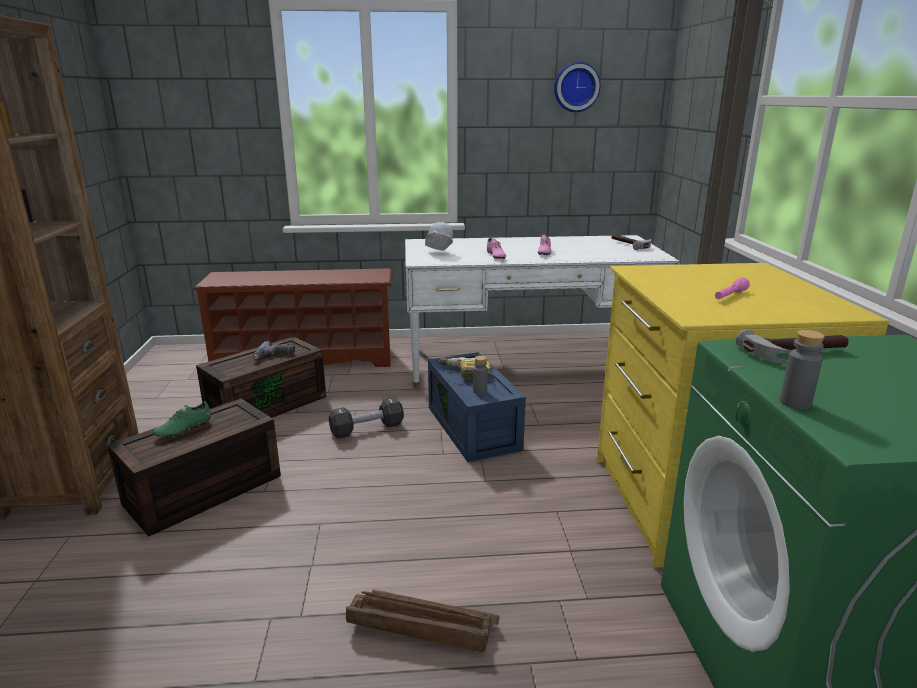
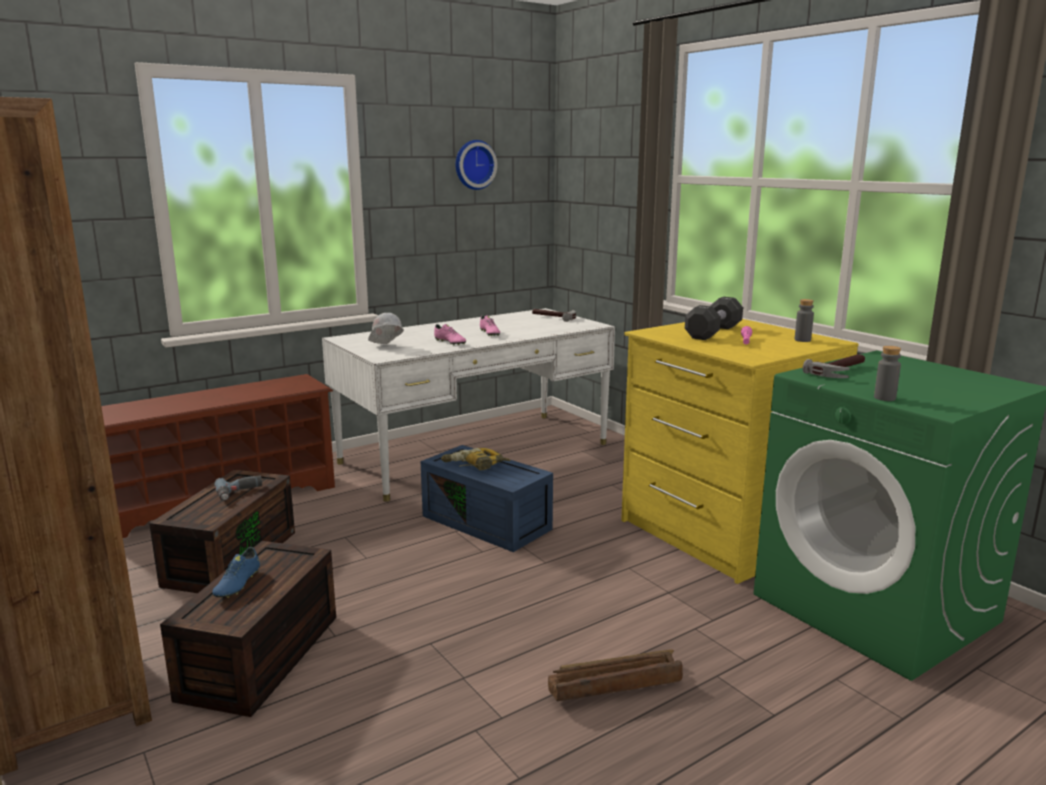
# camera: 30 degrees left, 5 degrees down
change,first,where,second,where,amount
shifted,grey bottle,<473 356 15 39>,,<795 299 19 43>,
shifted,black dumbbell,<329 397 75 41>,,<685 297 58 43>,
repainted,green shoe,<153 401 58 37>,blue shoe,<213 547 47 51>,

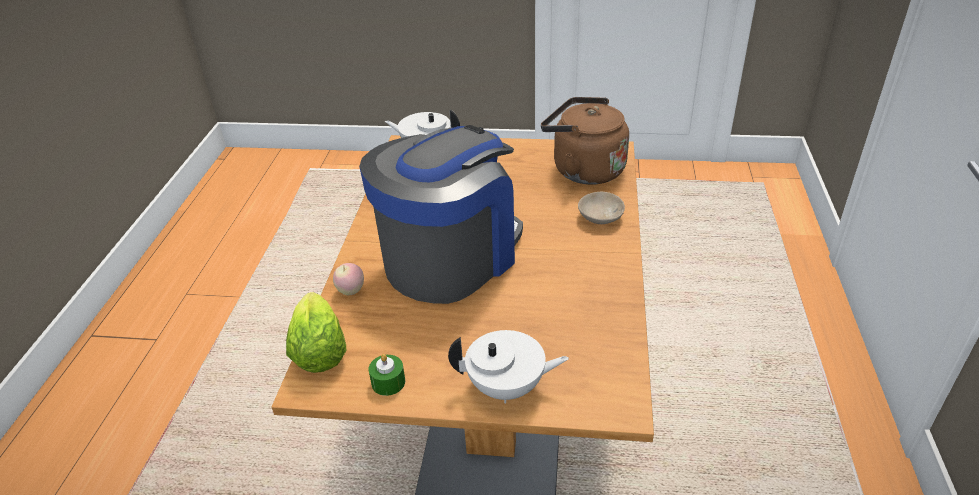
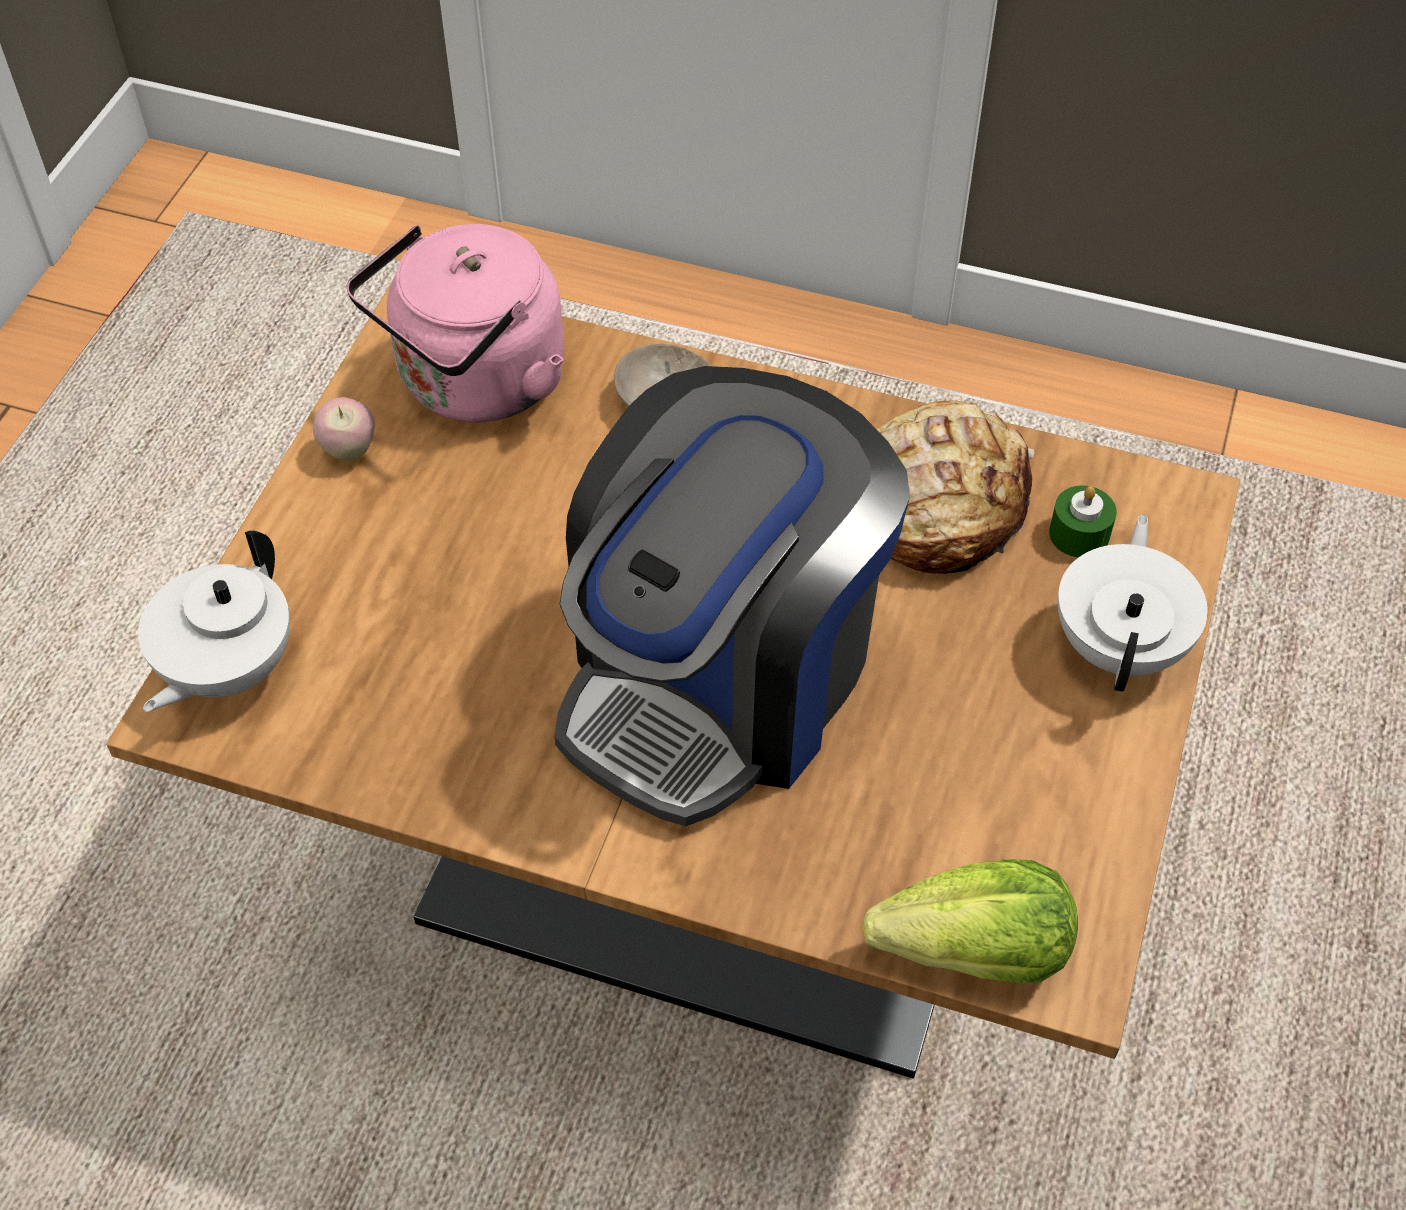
# camera: 80 degrees left, 15 degrees up
change,first,where,second,where,amount
repainted,brown kettle,<541 97 88 88>,pink kettle,<347 224 217 198>,
rotated,coffee machine,<359 125 164 179>,,<554 366 356 461>,105 degrees counterclockwise
shifted,apple,<333 263 31 32>,,<313 397 62 64>,
shifted,green candle,<369 354 36 42>,,<1049 485 68 73>,
new,,,bread,<876 400 159 174>,

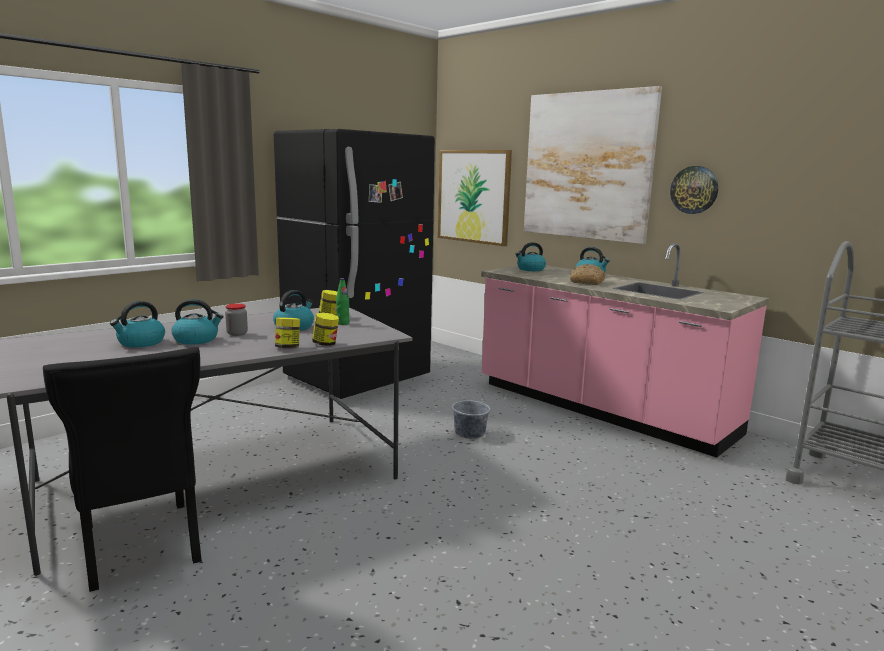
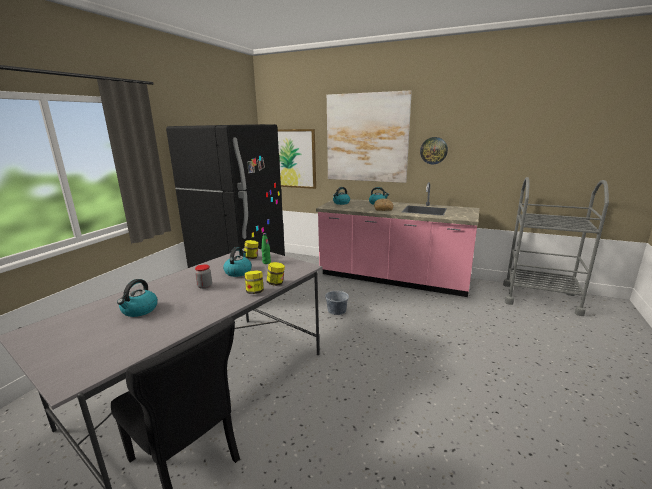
# camera: 20 degrees left, 5 degrees up
change,first,where,second,where,amount
gone,kettle,<171 299 53 46>,,,

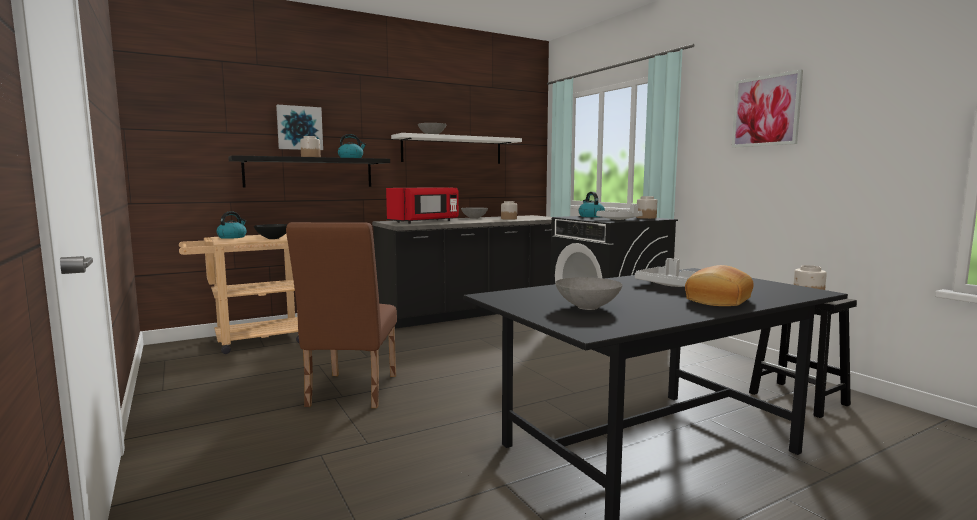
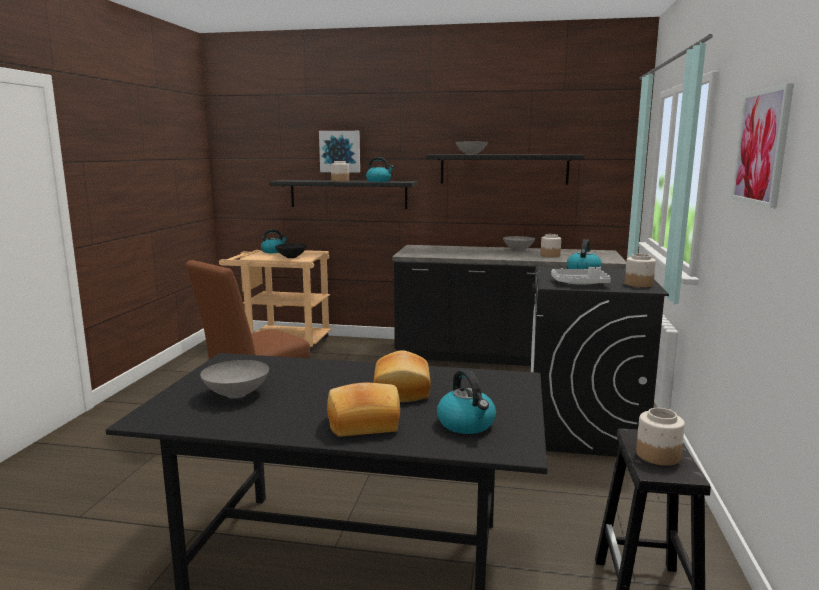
# camera: 40 degrees right, 5 degrees up
change,first,where,second,where,amount
repainted,white shelf,<391 133 131 31>,black shelf,<426 154 159 31>,
gone,red microwave,<386 187 73 37>,,,
swapped,grey tray,<635 258 60 29>,bread,<373 350 58 52>,
new,,,kettle,<437 369 59 65>,

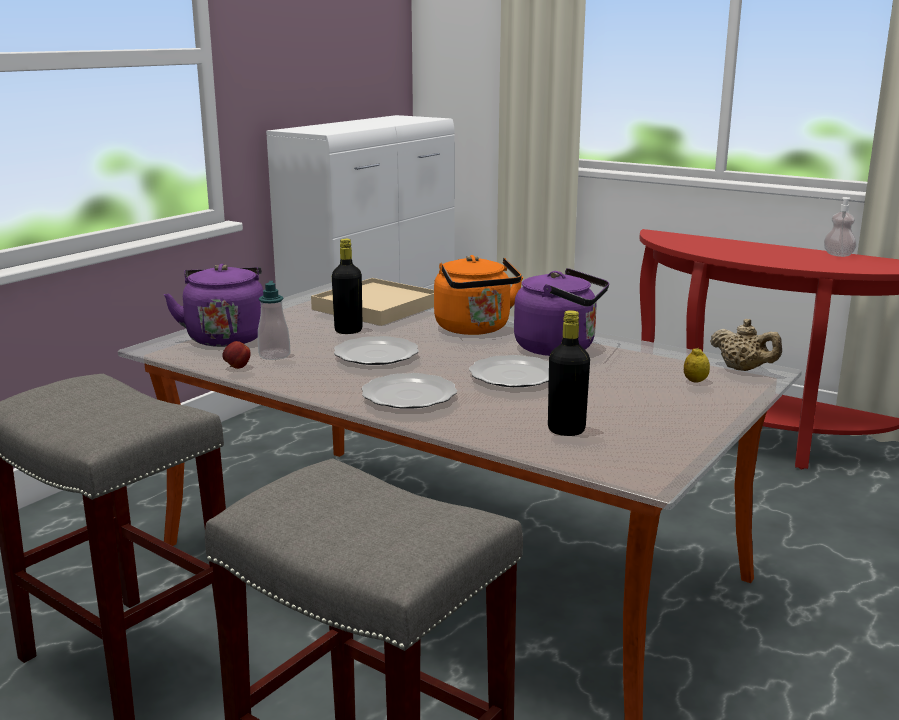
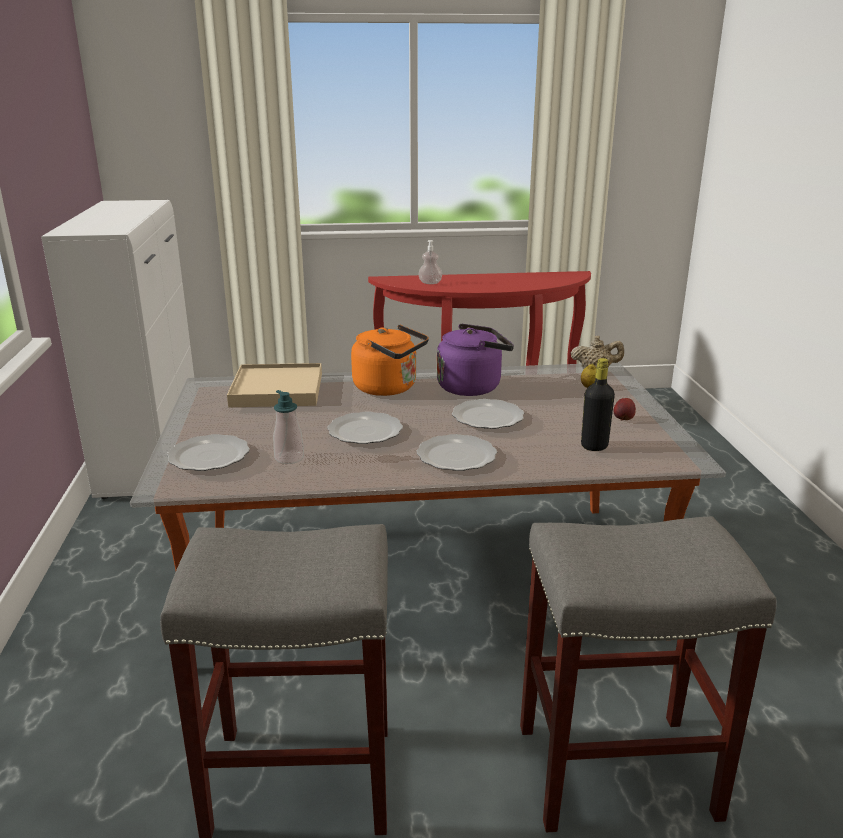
# camera: 40 degrees left, 5 degrees up
change,first,where,second,where,amount
shifted,soap dispenser,<824 197 33 60>,,<418 240 24 44>,
gone,black bottle,<332 239 30 95>,,,
swapped,purple kettle,<164 264 99 83>,plate,<167 434 83 37>,
shifted,apple,<222 341 29 28>,,<614 398 22 23>,

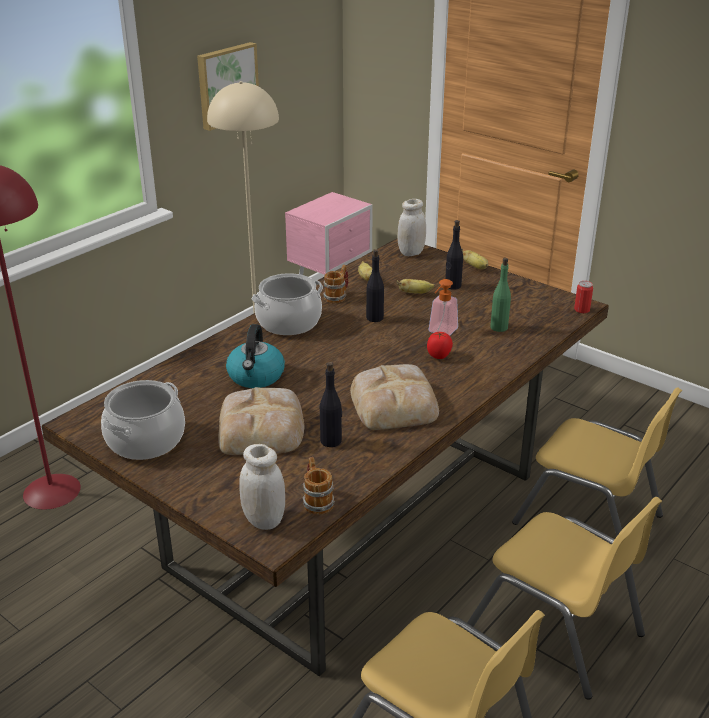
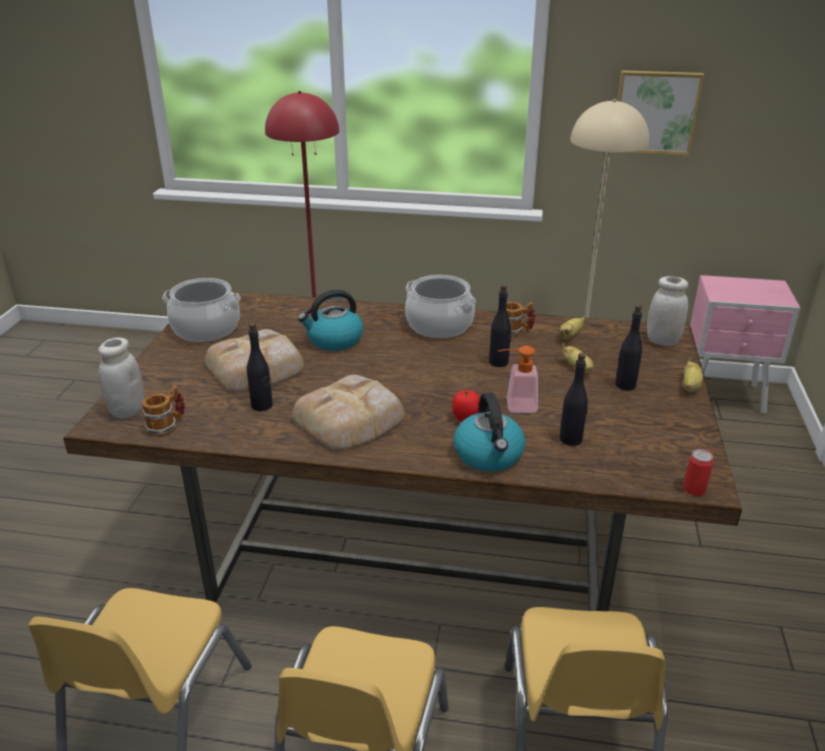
# camera: 60 degrees right, 0 degrees up
change,first,where,second,where,amount
repainted,green bottle,<490 258 21 74>,black bottle,<560 353 28 93>,
new,,,kettle,<453 392 73 79>,

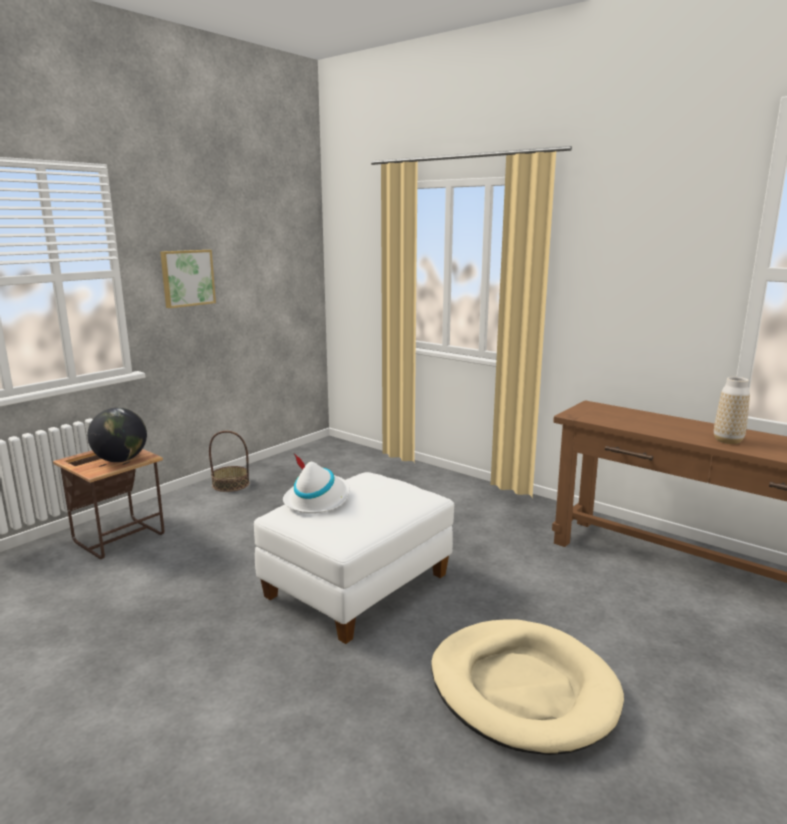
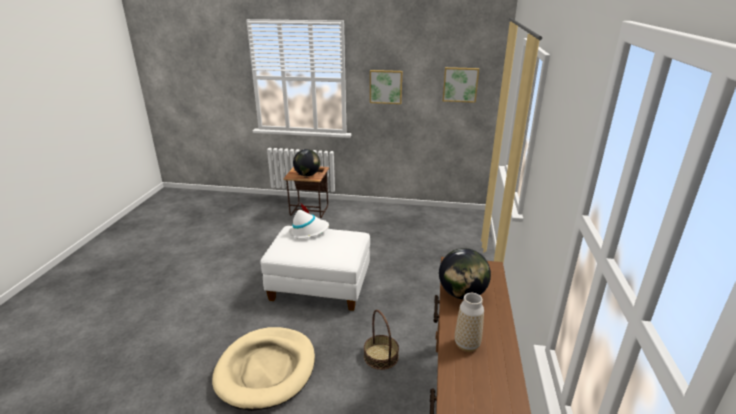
# camera: 60 degrees right, 10 degrees up
change,first,where,second,where,amount
shifted,basket,<209 431 41 61>,,<364 310 35 60>,
new,,,picture,<443 67 36 36>,
new,,,globe,<439 248 52 52>,

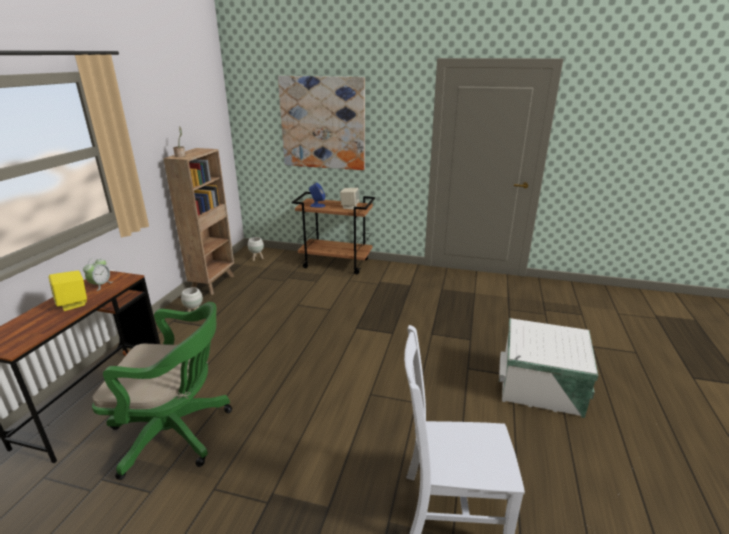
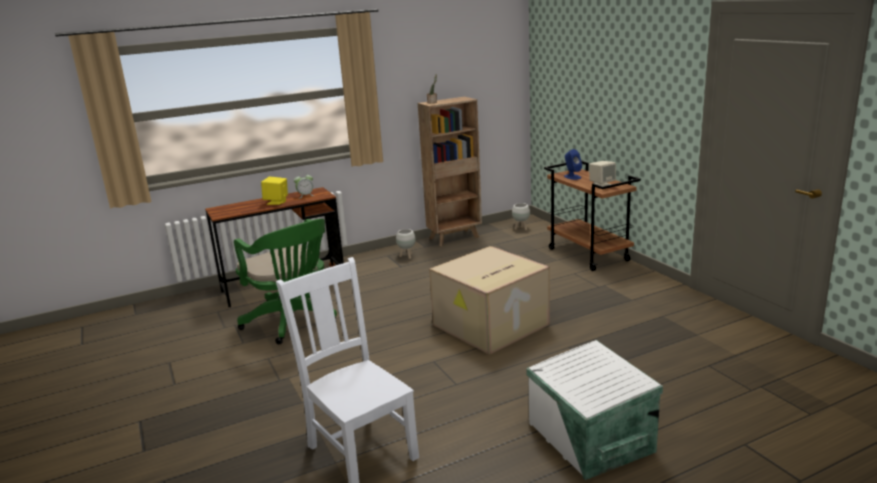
# camera: 50 degrees right, 5 degrees down
change,first,where,second,where,amount
gone,picture,<278 76 87 94>,,,
new,,,cardboard box,<429 246 121 109>,

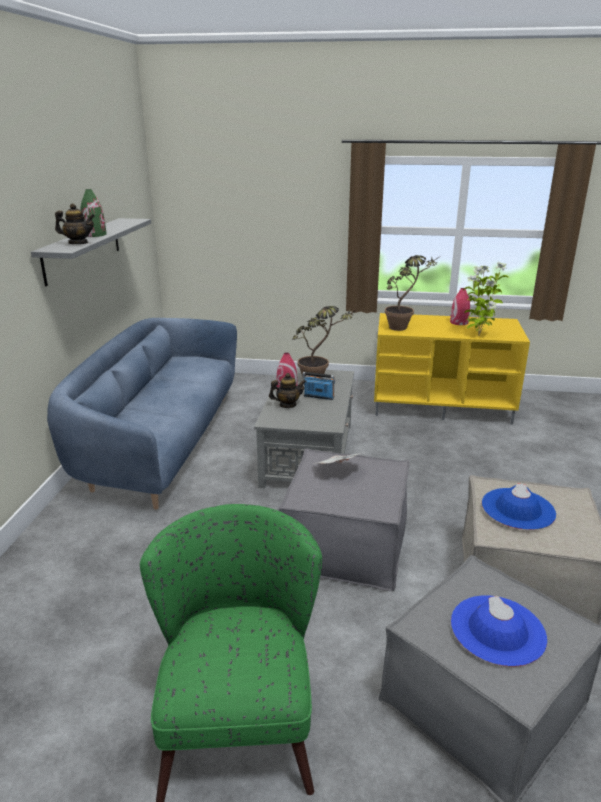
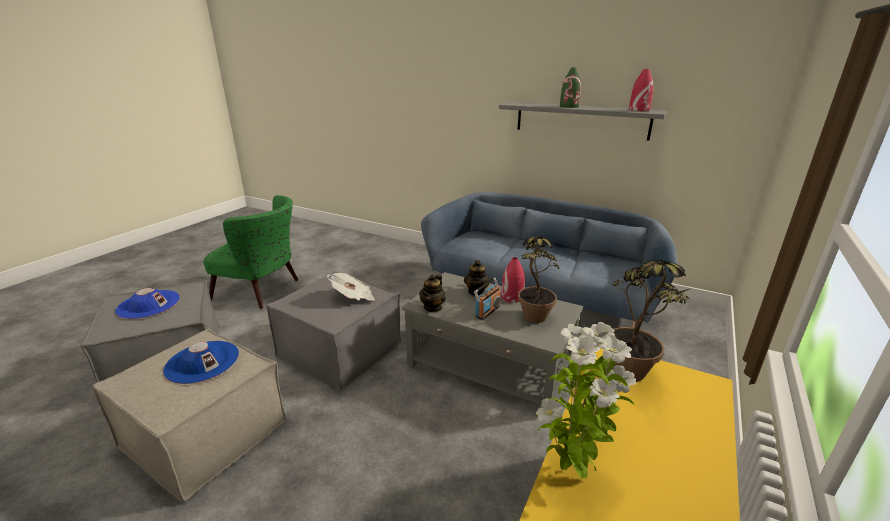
# camera: 110 degrees right, 0 degrees up
change,first,where,second,where,amount
shifted,teapot,<55 204 40 40>,,<419 274 27 38>,
shifted,red vase,<450 288 20 37>,,<629 69 24 42>,

